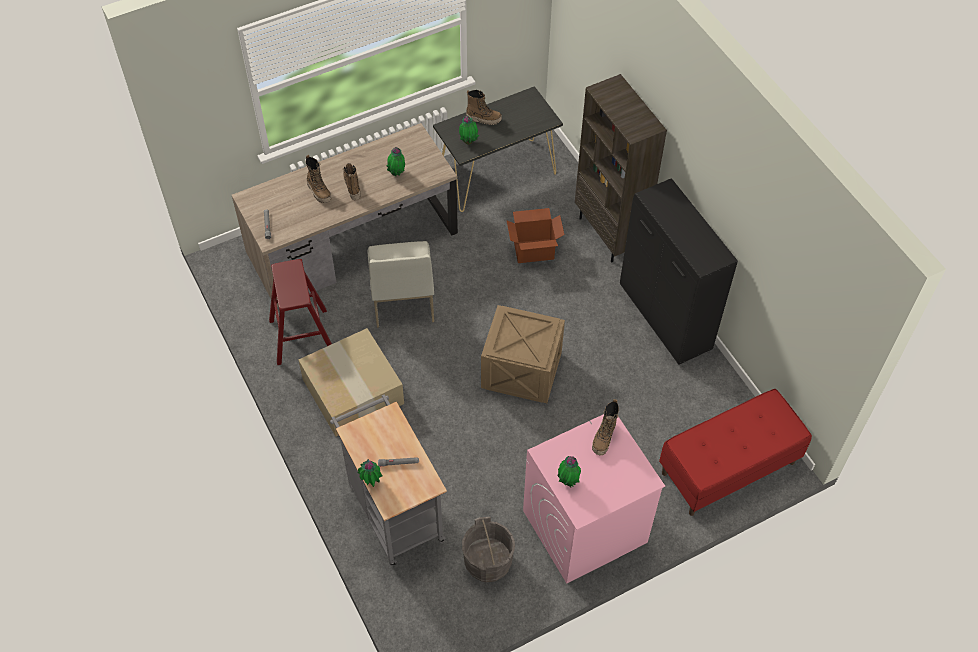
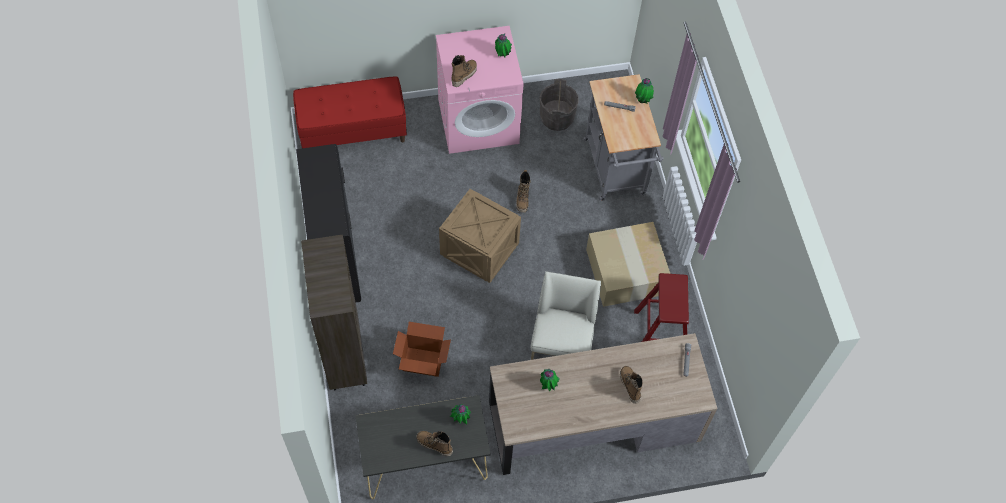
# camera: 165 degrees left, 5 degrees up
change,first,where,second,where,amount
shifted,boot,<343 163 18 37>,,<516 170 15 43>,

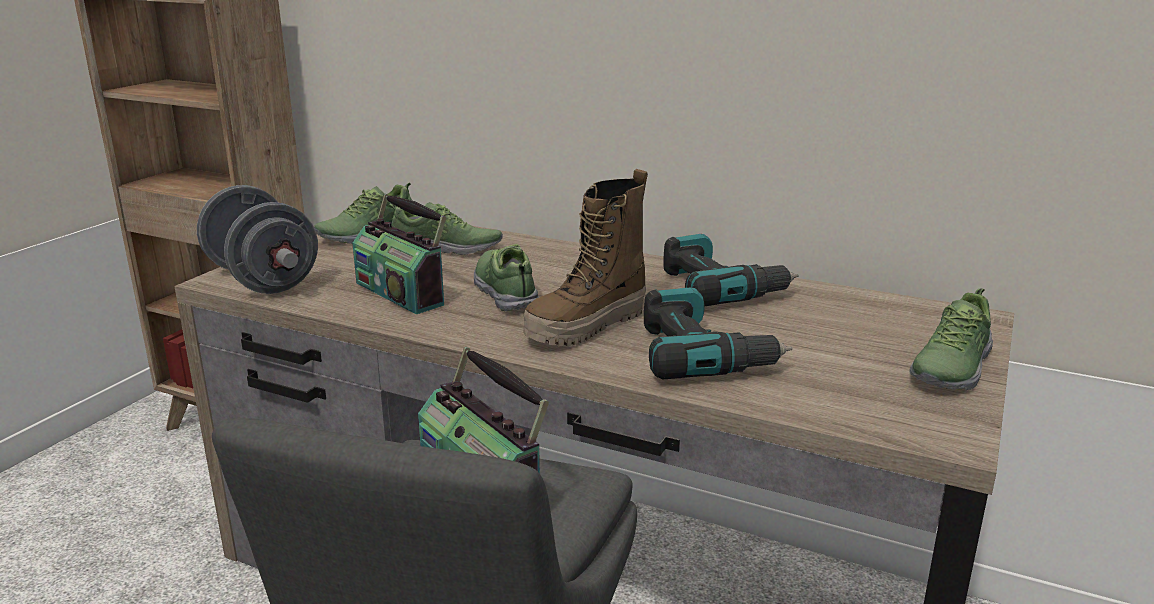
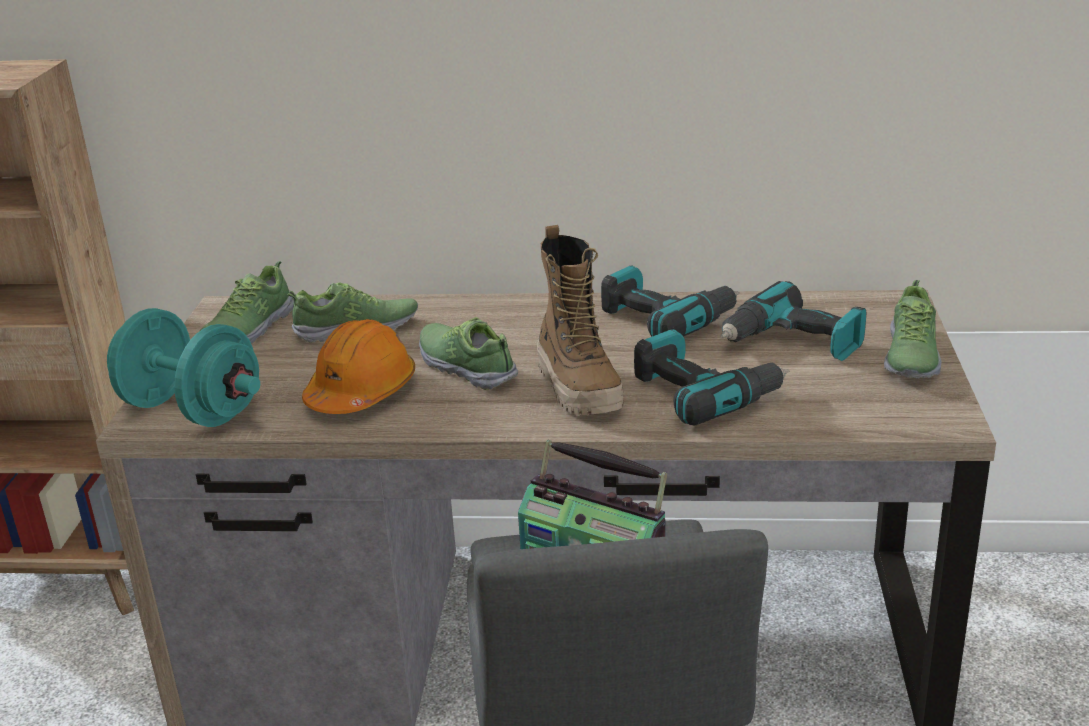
# camera: 20 degrees left, 5 degrees up
change,first,where,second,where,amount
rotated,boot,<524 169 124 177>,,<537 225 87 191>,45 degrees counterclockwise
repainted,grey dumbbell,<197 185 121 109>,turquoise dumbbell,<107 308 153 119>,
swapped,radio,<352 194 94 120>,orange hard hat,<302 319 113 95>,
new,,,power drill,<721 281 145 80>,

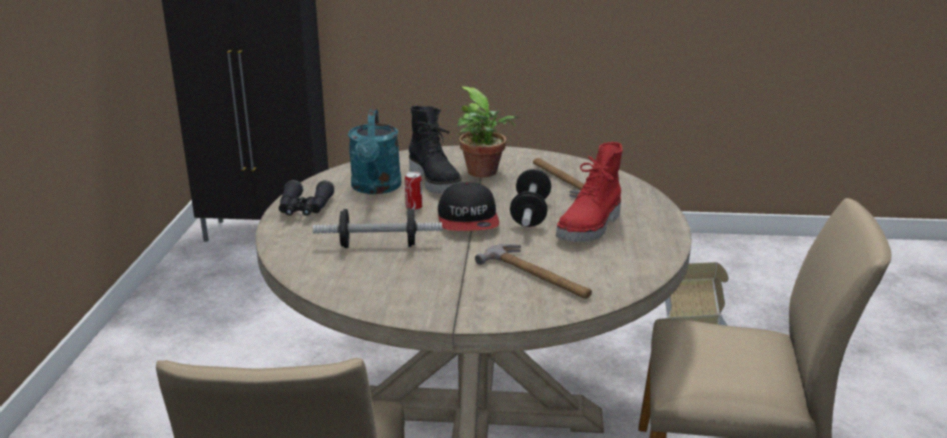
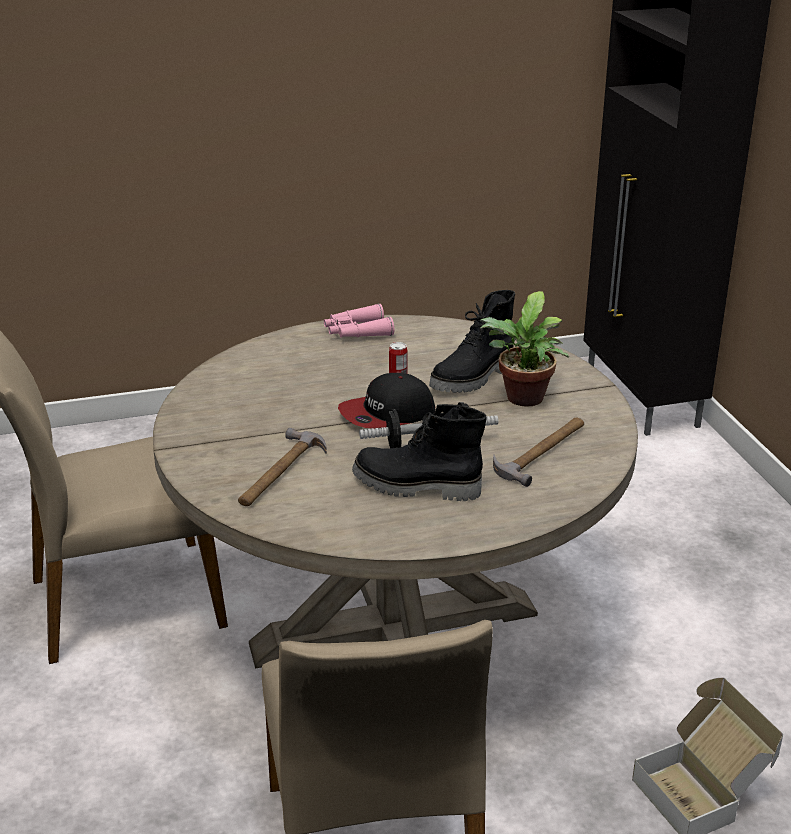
# camera: 70 degrees right, 5 degrees up
change,first,where,second,where,amount
gone,turquoise watering can,<348 109 54 85>,,,
repainted,red boot,<556 142 67 100>,black boot,<352 404 135 97>,
repainted,black binoculars,<279 180 56 36>,pink binoculars,<324 304 70 33>,
gone,dumbbell,<313 208 129 40>,,,

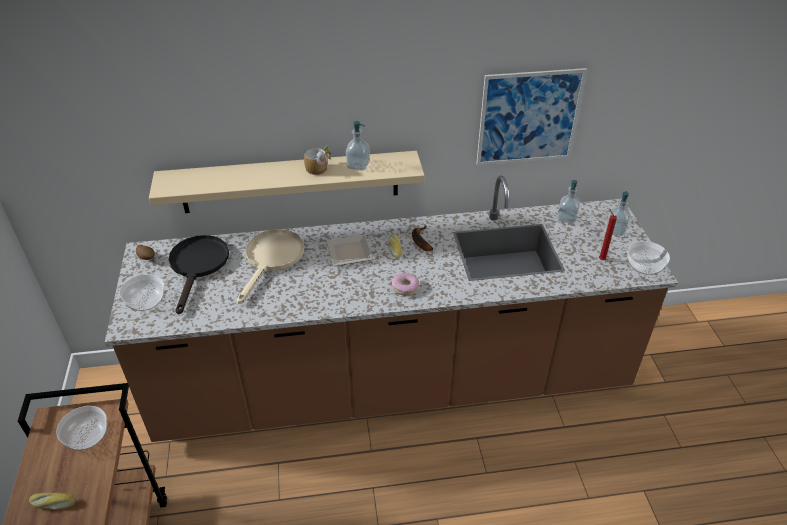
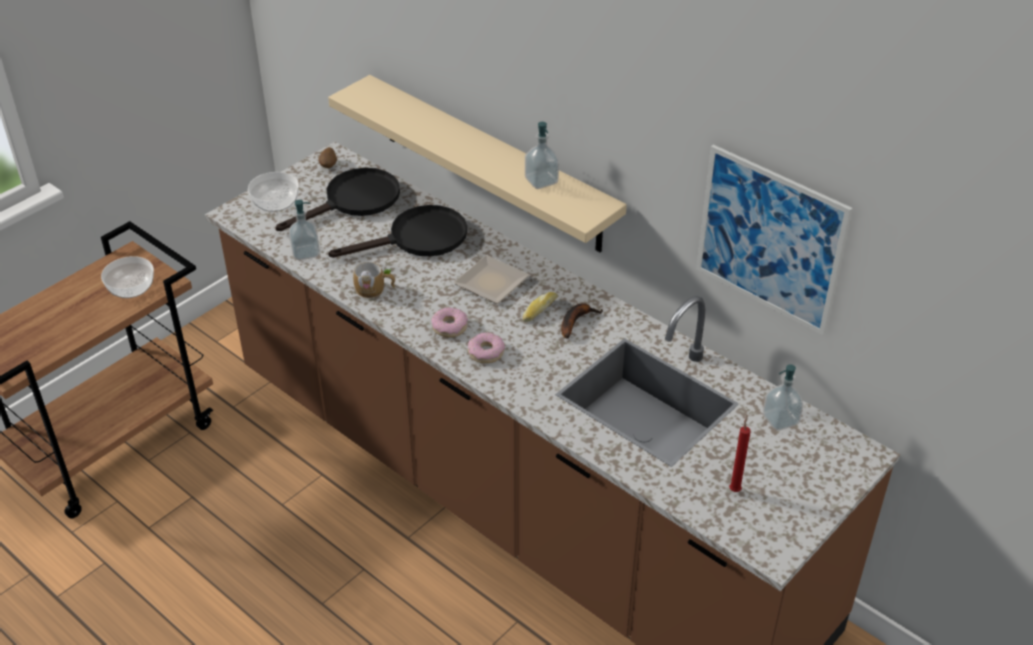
# camera: 50 degrees right, 0 degrees up
change,first,where,second,where,amount
shifted,mug,<304 145 27 30>,,<353 262 42 36>,
shifted,soap dispenser,<606 191 25 45>,,<289 200 31 60>,
repainted,beige frying pan,<236 229 68 75>,black frying pan,<328 205 139 53>,
gone,bowl,<627 241 43 34>,,,
gone,bread,<29 493 46 17>,,,
new,,,donut,<431 307 37 30>,

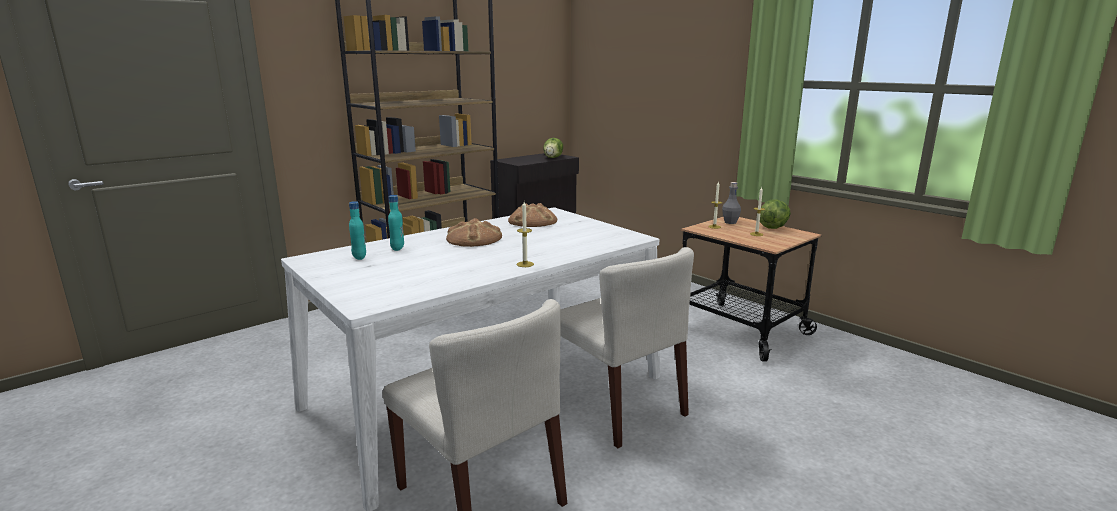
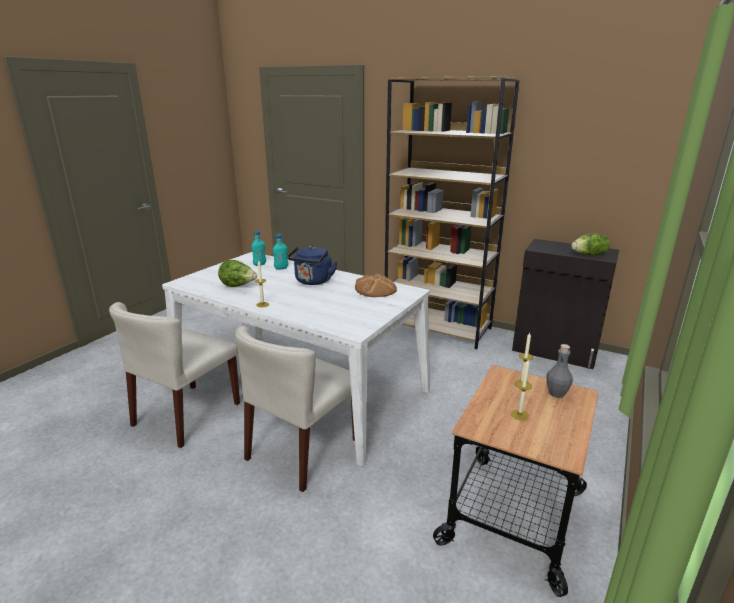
# camera: 70 degrees right, 5 degrees up
change,first,where,second,where,amount
shifted,lettuce,<760 200 31 29>,,<218 260 39 27>,
swapped,bread,<446 218 56 29>,blue kettle,<287 246 50 39>,

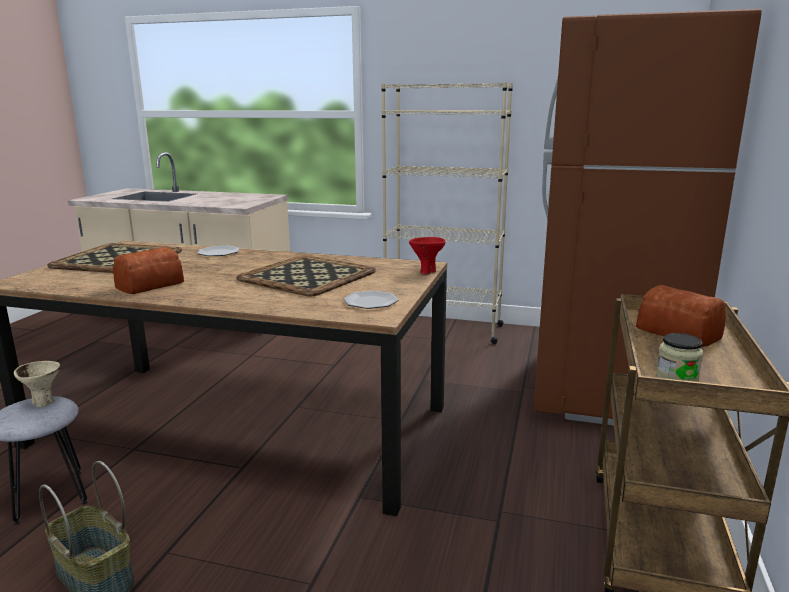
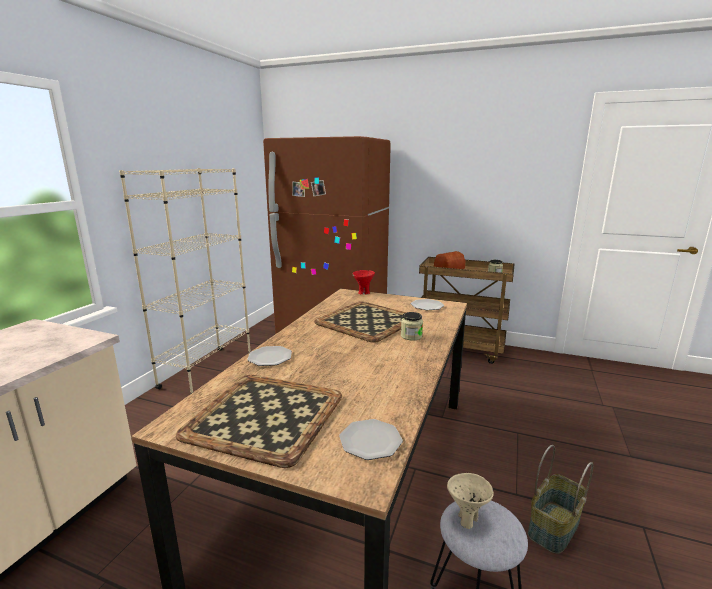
# camera: 85 degrees left, 0 degrees up
change,first,where,second,where,amount
gone,bread,<113 247 71 47>,,,
new,,,jar,<401 312 22 28>,
new,,,plate,<339 419 64 41>,

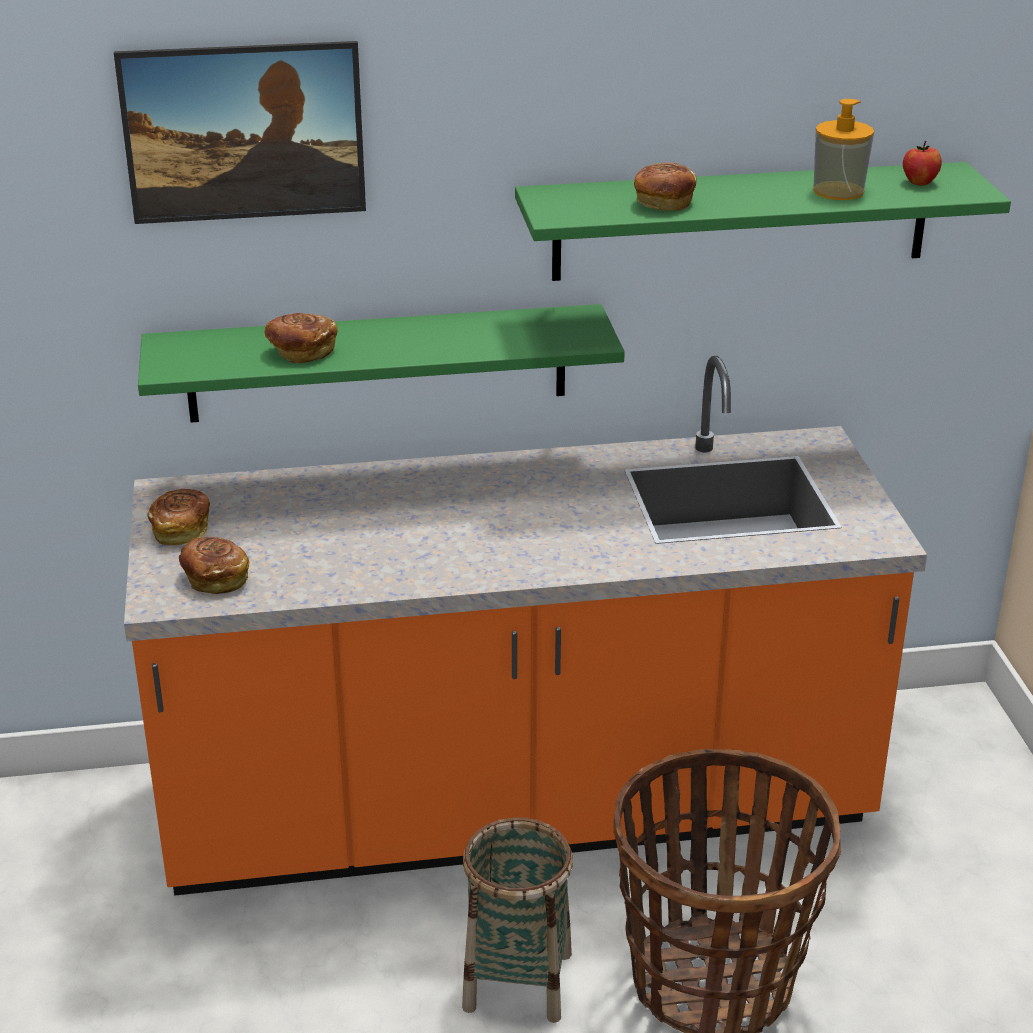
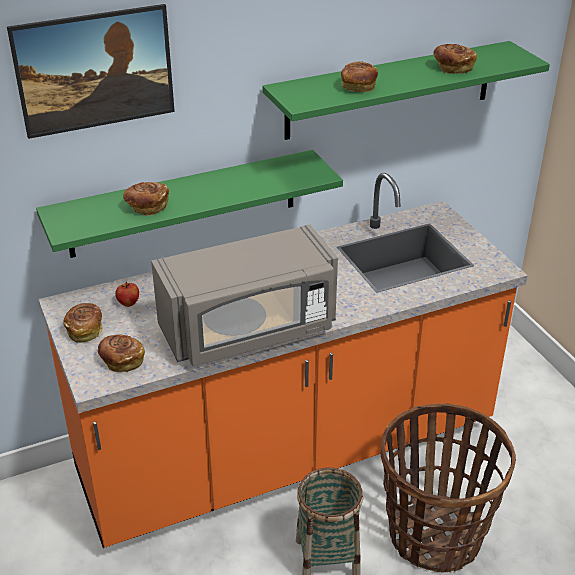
# camera: 15 degrees left, 5 degrees up
change,first,where,second,where,amount
swapped,soap dispenser,<813 99 61 101>,bread,<433 44 44 30>,
shifted,apple,<903 141 39 44>,,<115 282 24 25>,
new,,,grey microwave,<151 224 187 142>,

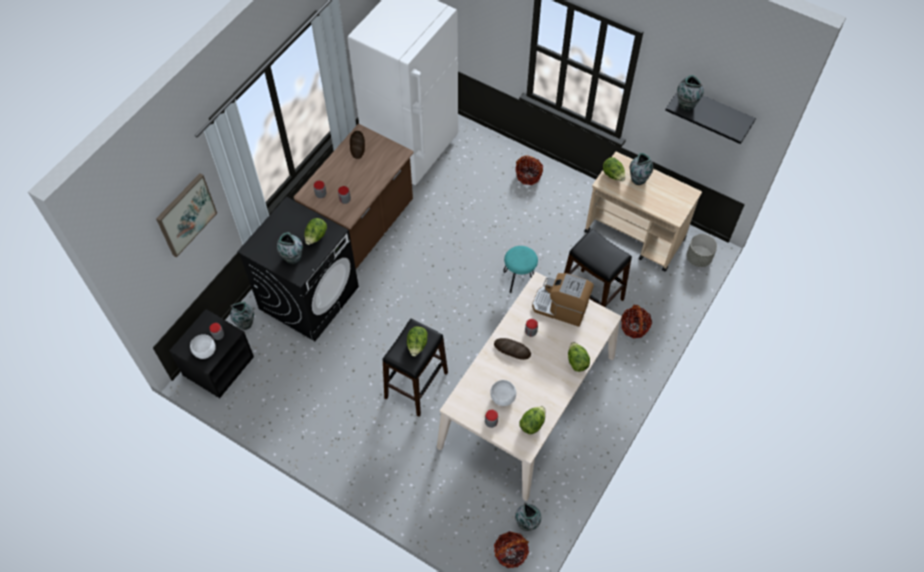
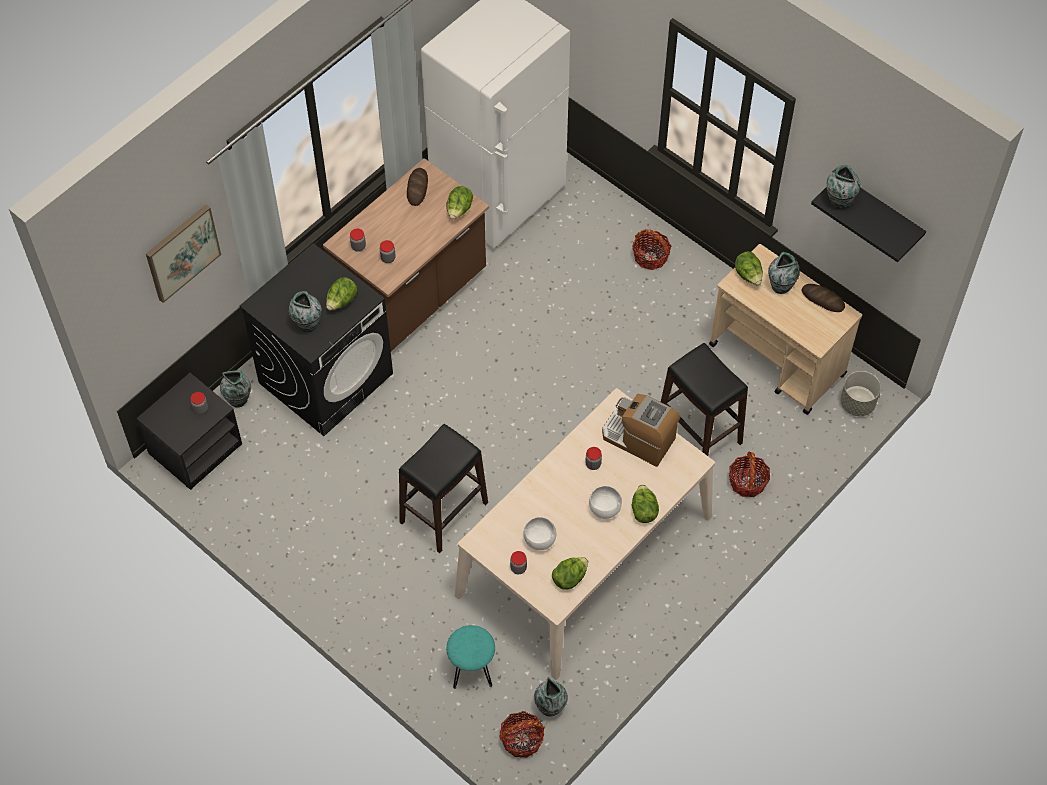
# camera: 10 degrees right, 0 degrees up
change,first,where,second,where,amount
shifted,turquoise stool,<503 246 35 48>,,<446 625 49 64>,
shifted,lettuce,<407 327 21 29>,,<446 186 27 33>,
shifted,white bowl,<190 334 26 25>,,<589 486 33 33>,
shifted,bread,<494 338 37 22>,,<802 284 43 28>,

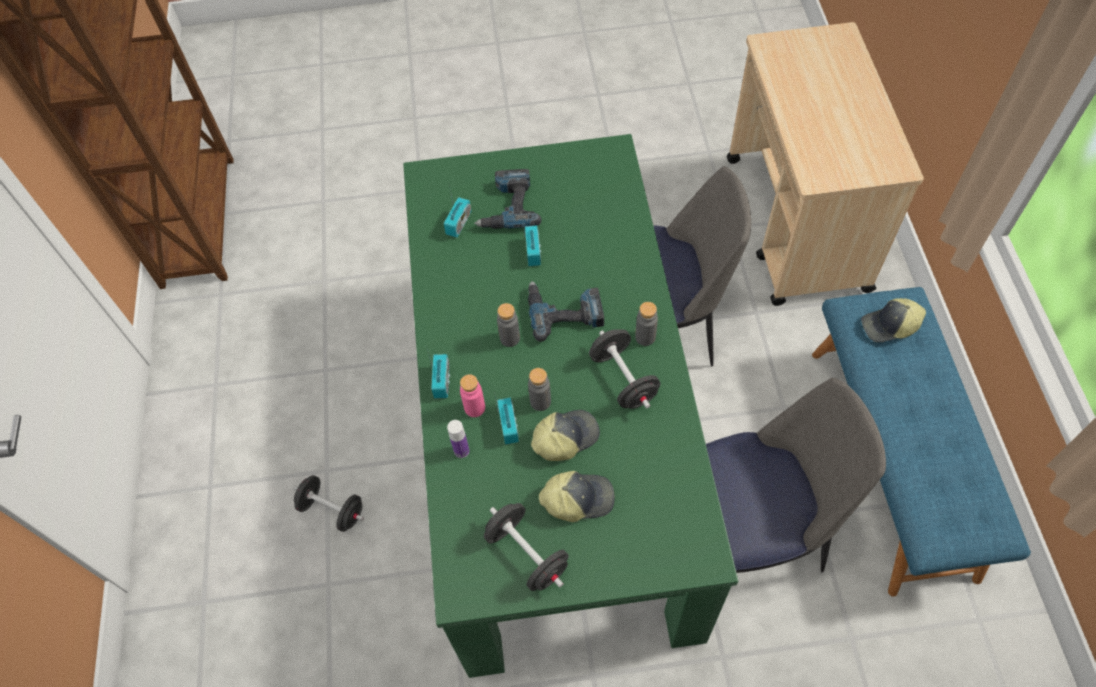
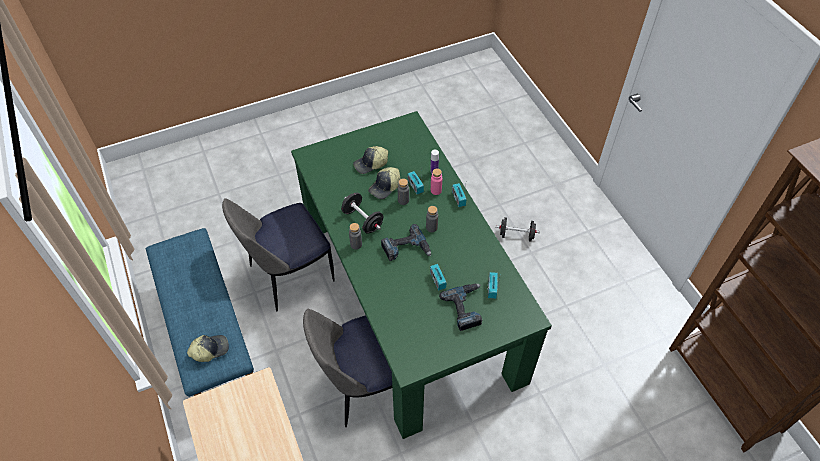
# camera: 160 degrees right, 5 degrees down
change,first,where,second,where,amount
gone,black dumbbell,<484 503 85 88>,,,

